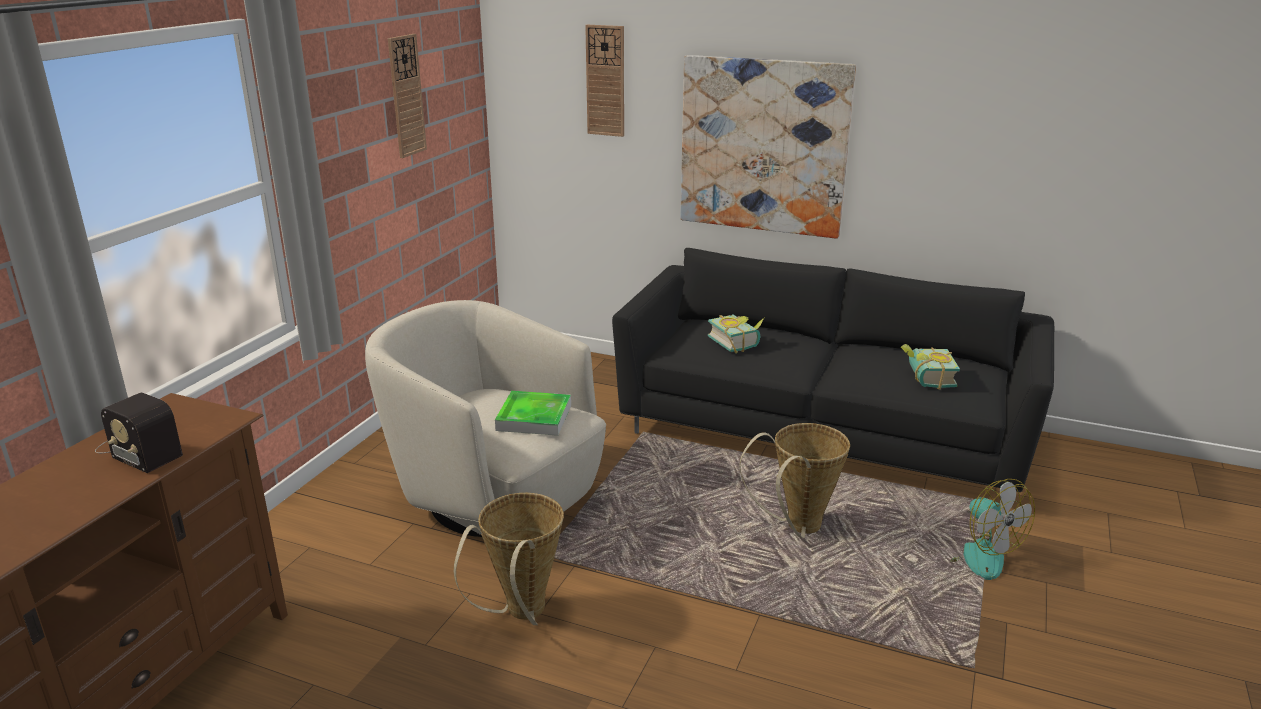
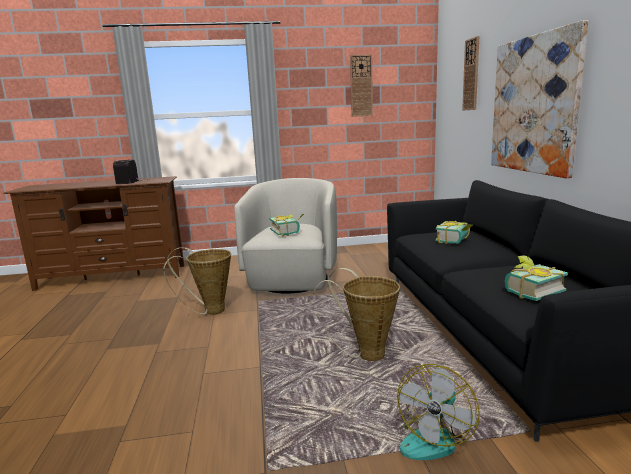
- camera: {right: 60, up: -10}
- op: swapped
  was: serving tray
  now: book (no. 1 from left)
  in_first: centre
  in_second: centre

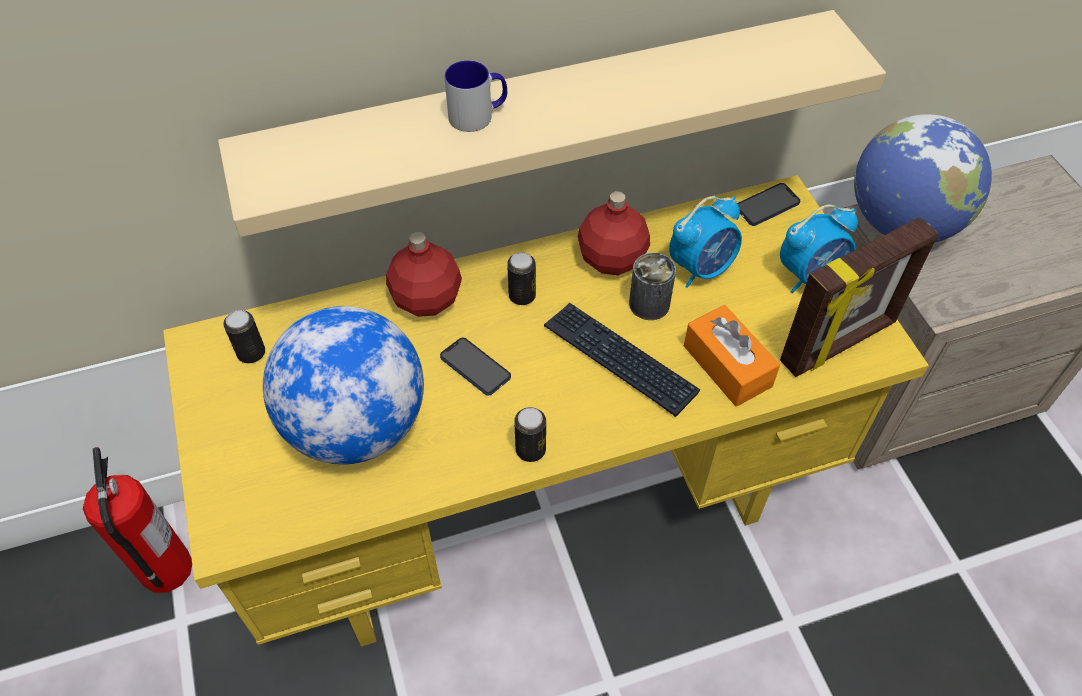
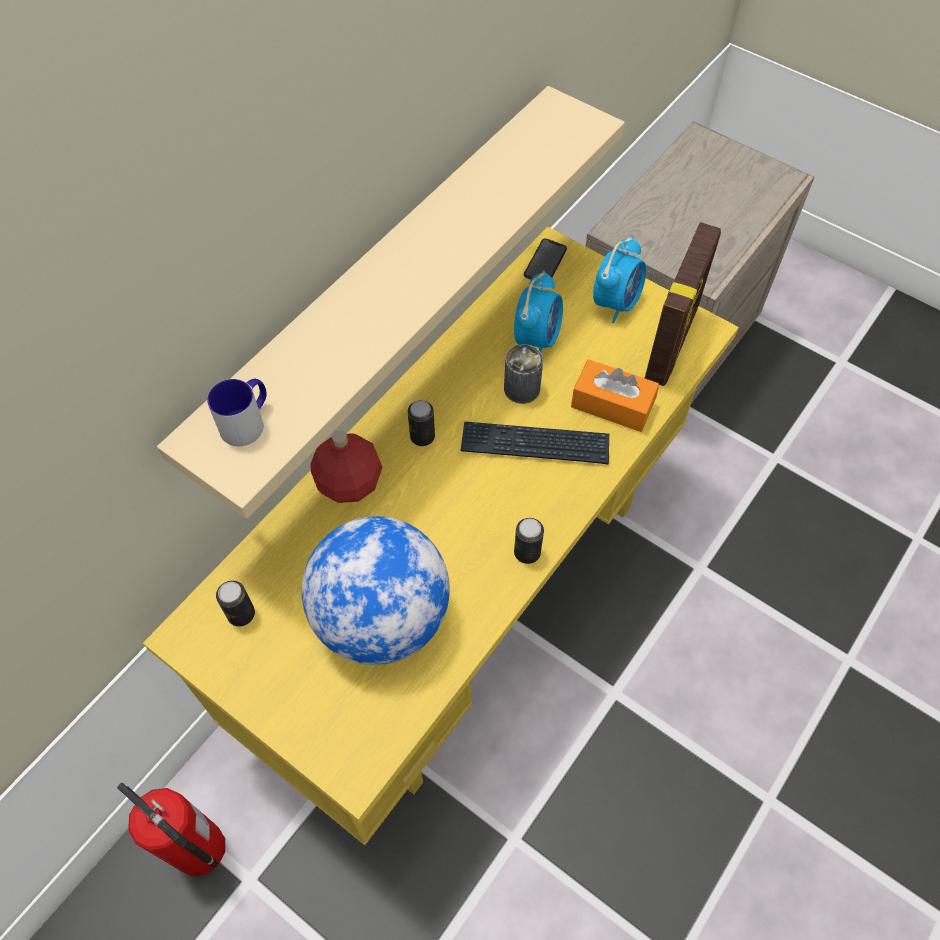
- camera: {right: -35, up: 5}
- op: shifted
  was: tea mug
  in_first: top centre
  in_second: middle left
- op: gone
  was: handset (no. 1 from left)
  in_first: centre
- op: gone
  was: red-coloured drink bottle (no. 2 from left)
  in_first: centre
- op: gone
  was: globe (no. 2 from left)
  in_first: top right

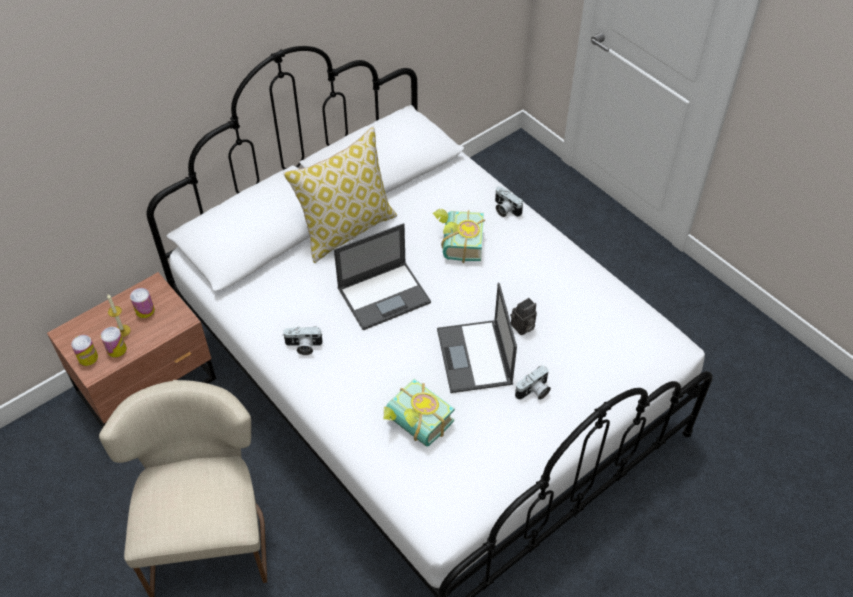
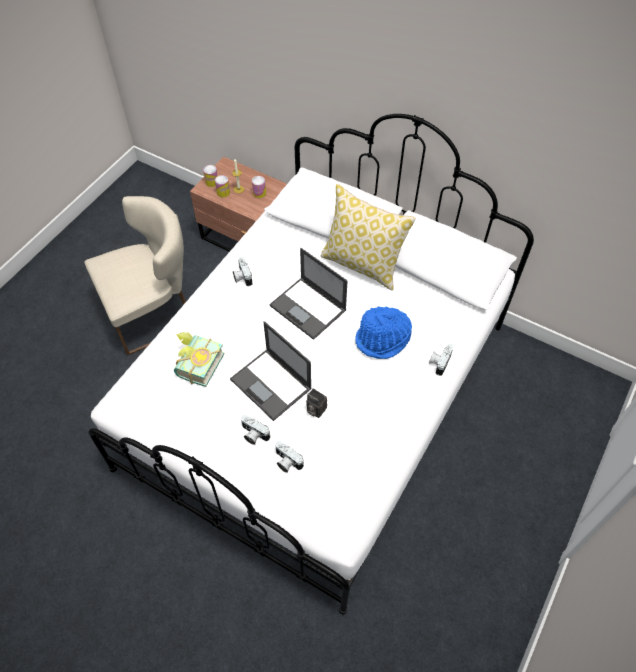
- camera: {right: 70, up: 5}
- op: rotated
  was: notebook computer (no. 2 from left in the first image)
  in_first: centre
  in_second: centre
  clockwise: -105
- op: new
  now: still camera (no. 3 from left)
  in_second: bottom centre
- op: swapped
  was: book (no. 2 from left)
  now: blue-coloured wearable hat
  in_first: centre
  in_second: centre

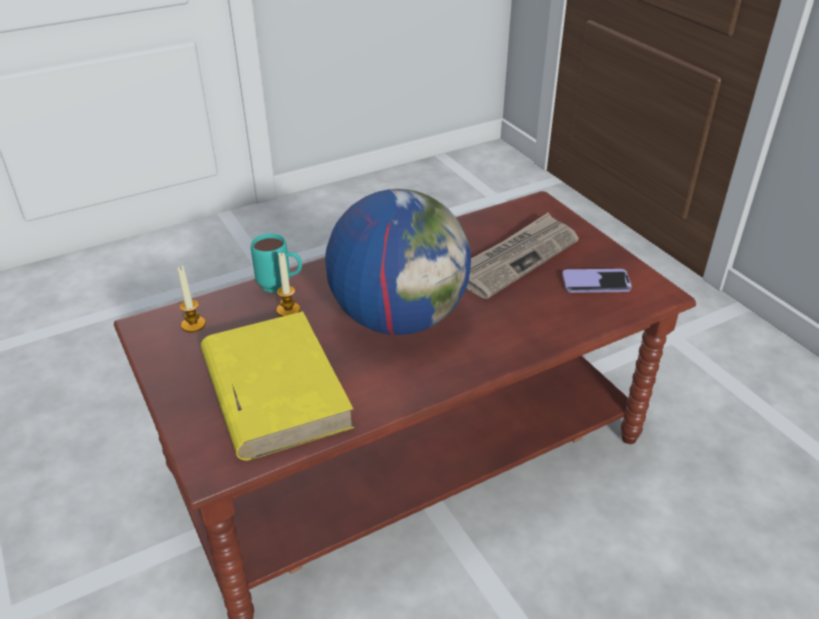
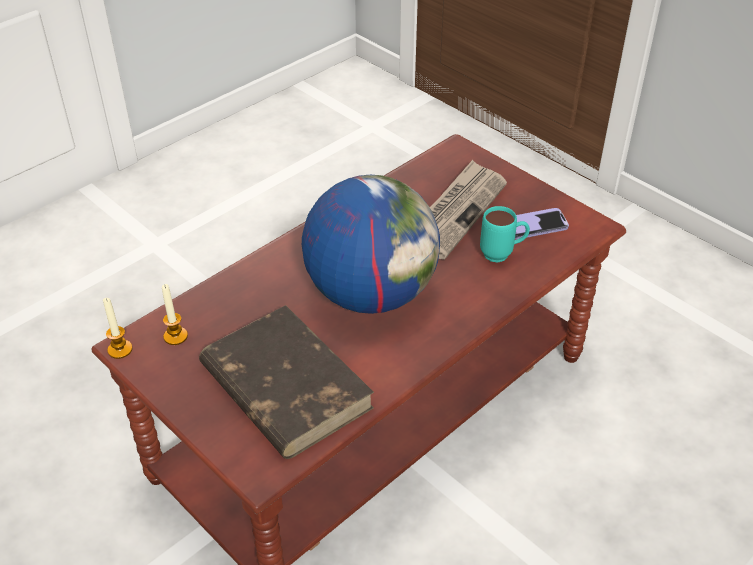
- camera: {right: -15, up: 5}
- op: shifted
  was: wax candle (no. 2 from left in the first image)
  now: wax candle (no. 1 from left)
  in_first: centre
  in_second: middle left
- op: repainted
  was: yellowish book
  now: brown book
  in_first: centre
  in_second: bottom centre
- op: shifted
  was: turquoise tea mug
  in_first: centre
  in_second: middle right

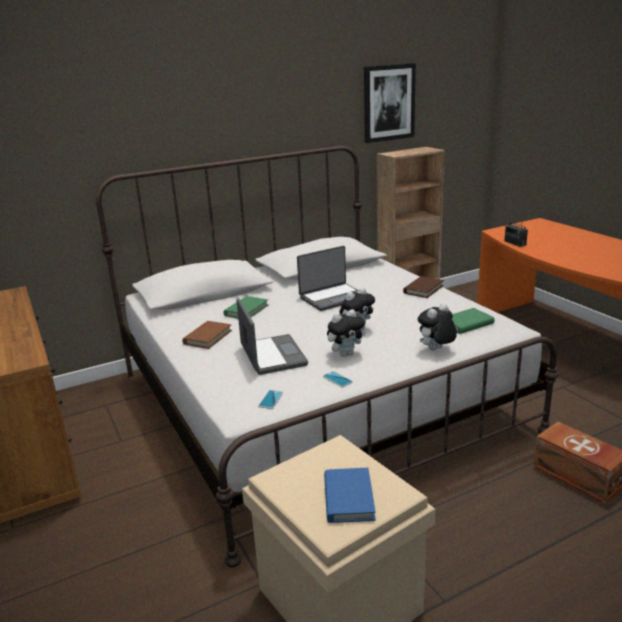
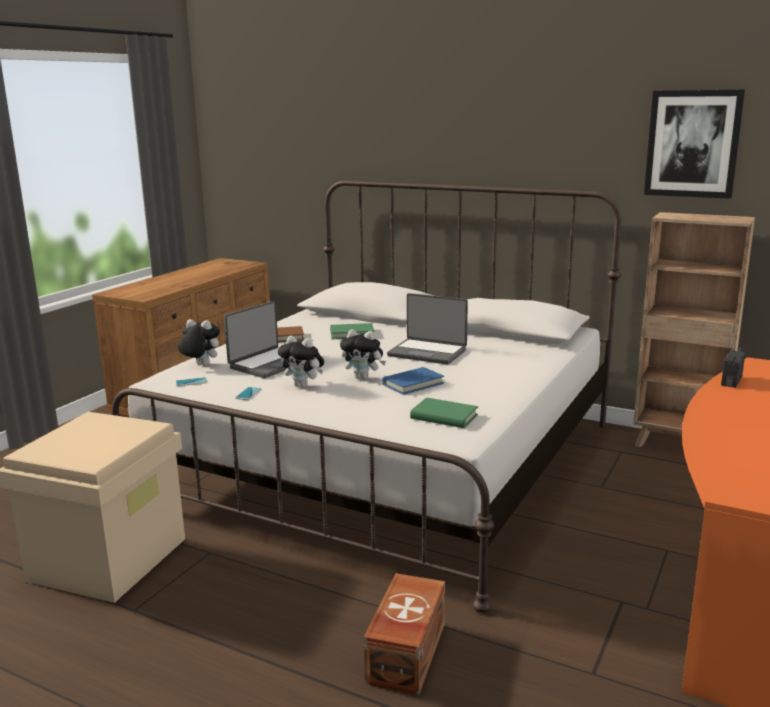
- camera: {right: 55, up: -5}
- op: shifted
  was: soft toy (no. 3 from left in the first image)
  now: soft toy (no. 1 from left)
  in_first: middle right
  in_second: middle left
- op: shifted
  was: blue-coloured book
  in_first: bottom centre
  in_second: centre
- op: gone
  was: brown book (no. 2 from left)
  in_first: middle right

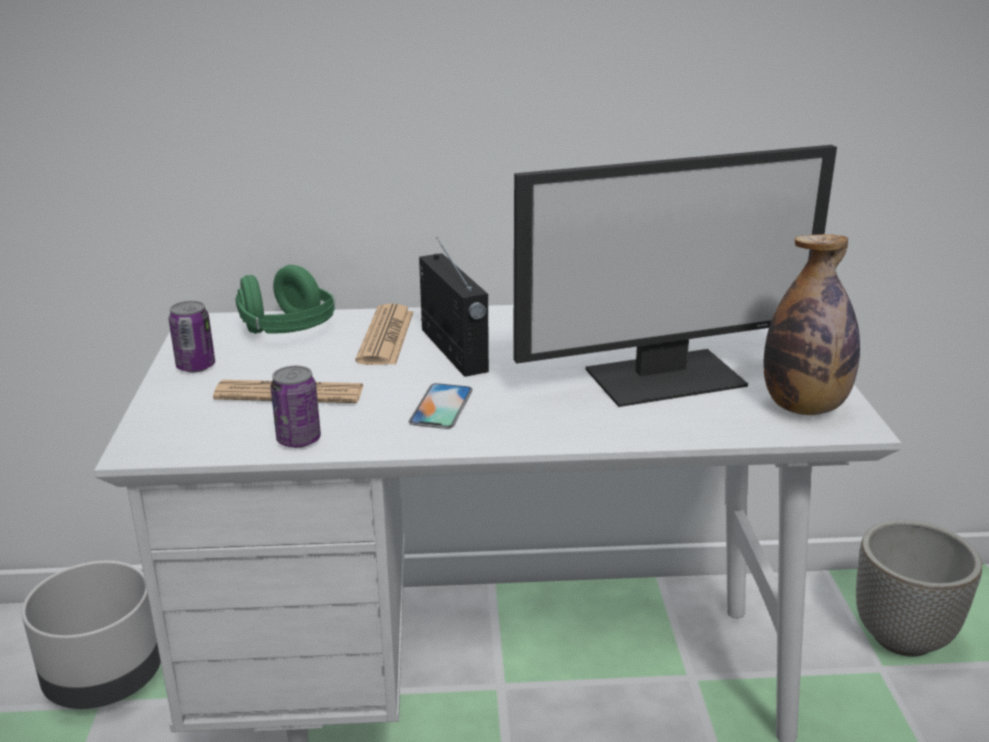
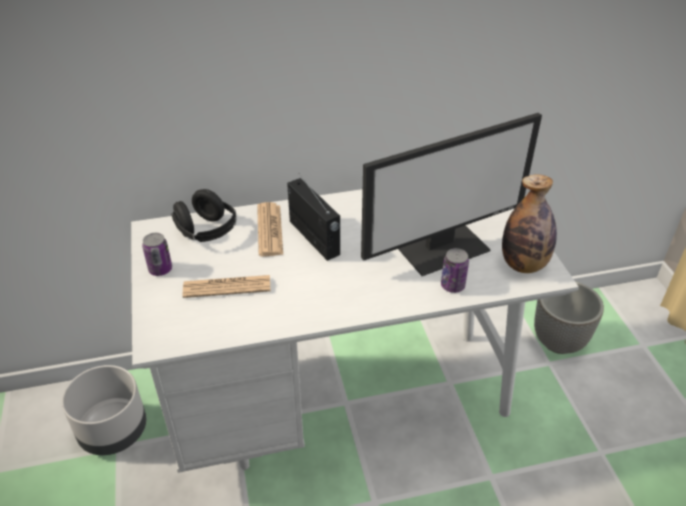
- camera: {right: -10, up: 15}
- op: repainted
  was: greenish headset
  now: black headset
  in_first: middle left
  in_second: middle left
- op: shifted
  was: metal can (no. 2 from left)
  in_first: middle left
  in_second: centre
- op: gone
  was: handset
  in_first: centre

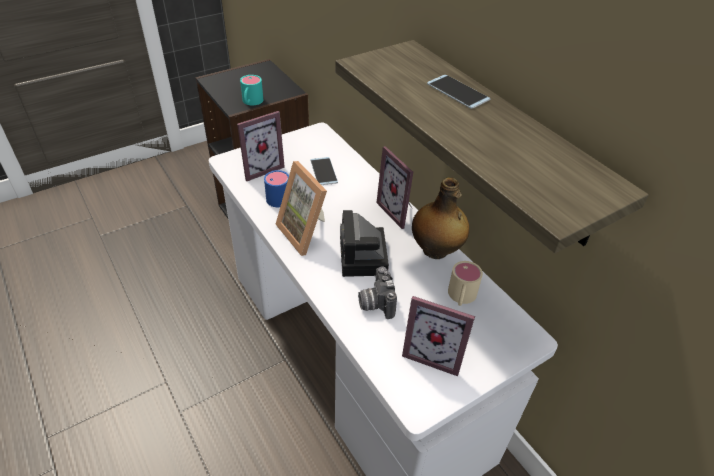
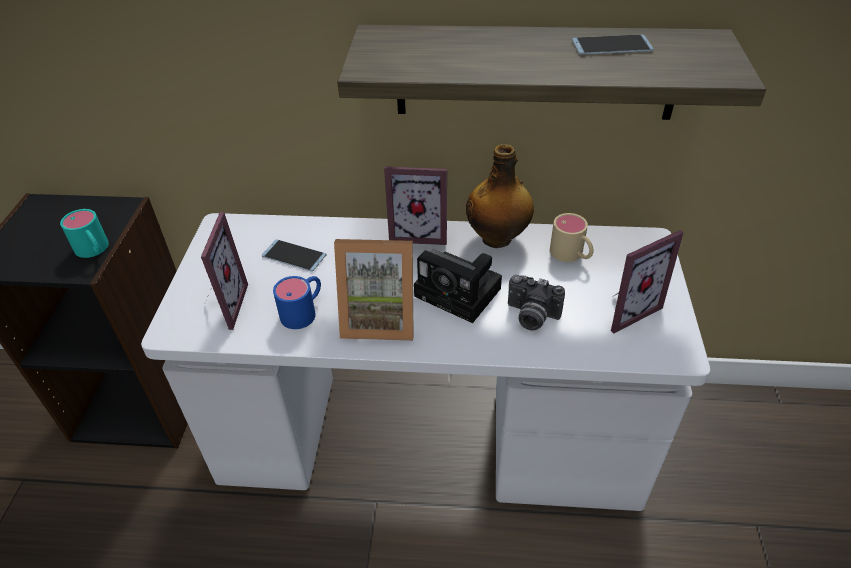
- camera: {right: -50, up: 0}
- op: shifted
  was: handset (no. 2 from left)
  in_first: top centre
  in_second: top right

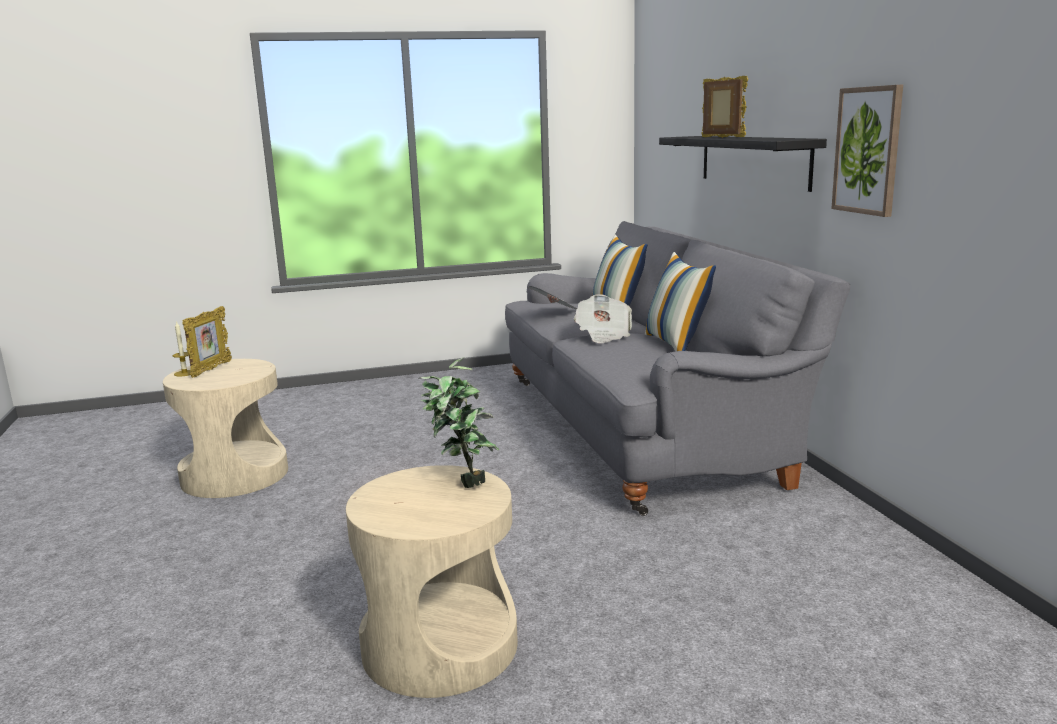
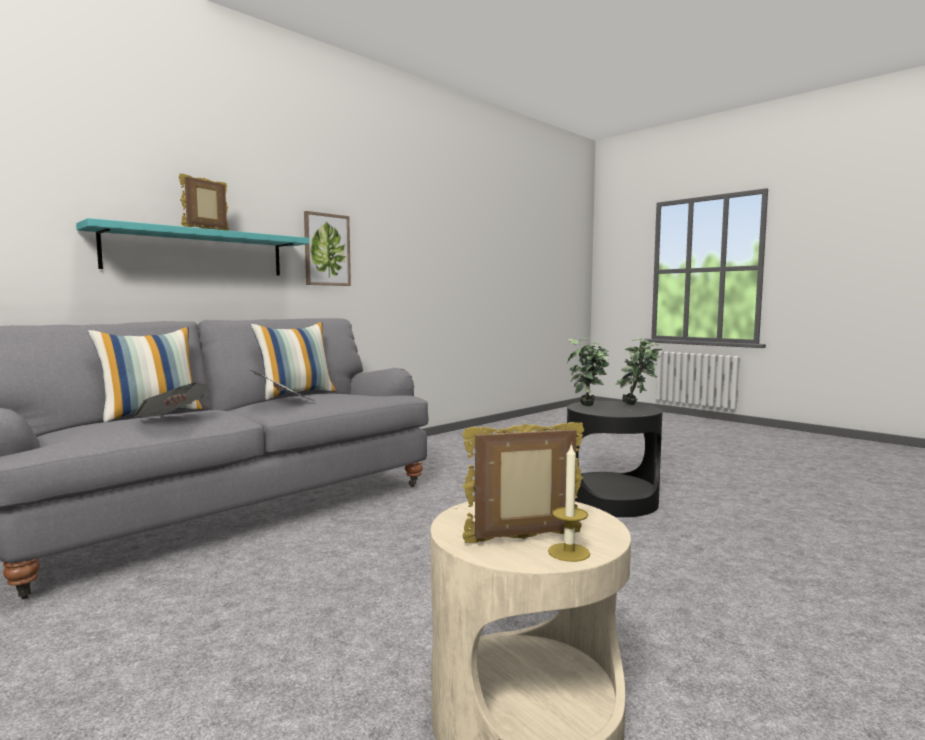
- camera: {right: -120, up: -10}
- op: repainted
  was: black bracket shelf
  now: turquoise bracket shelf
  in_first: top right
  in_second: middle left
- op: repainted
  was: sand-coloured end table (no. 2 from left)
  now: black end table
  in_first: bottom centre
  in_second: centre
- op: new
  now: potted plant (no. 2 from left)
  in_second: middle right

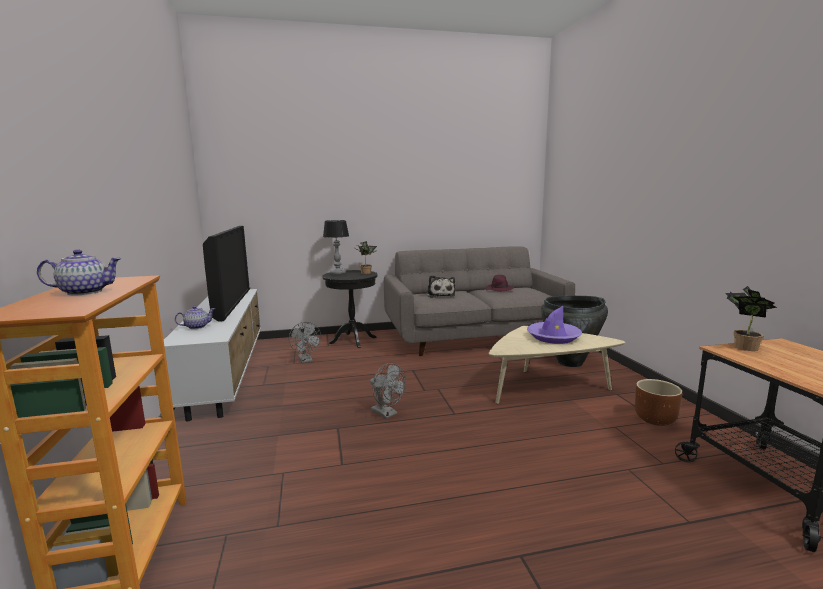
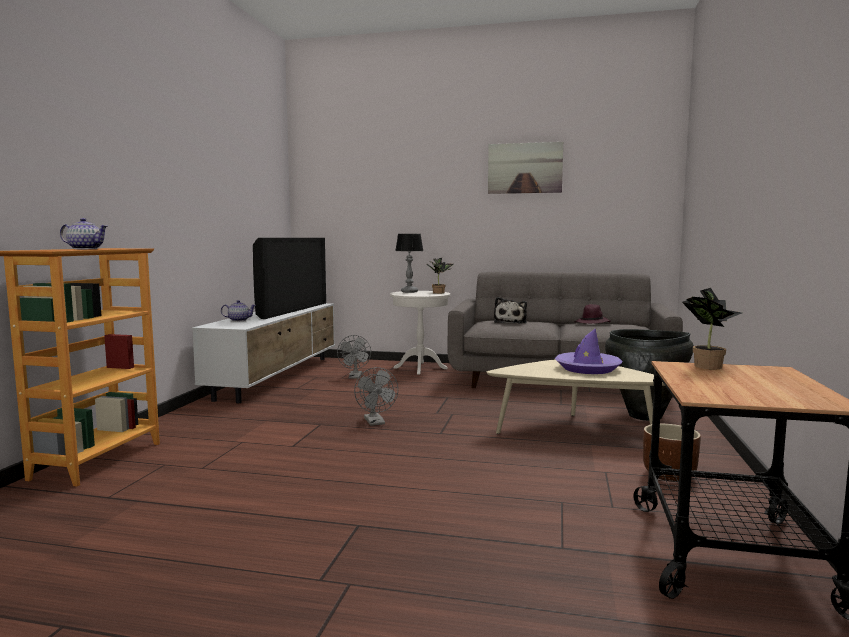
- camera: {right: 25, up: -5}
- op: repainted
  was: black end table
  now: whitish end table
  in_first: centre
  in_second: centre
- op: new
  now: wall picture
  in_second: top centre

